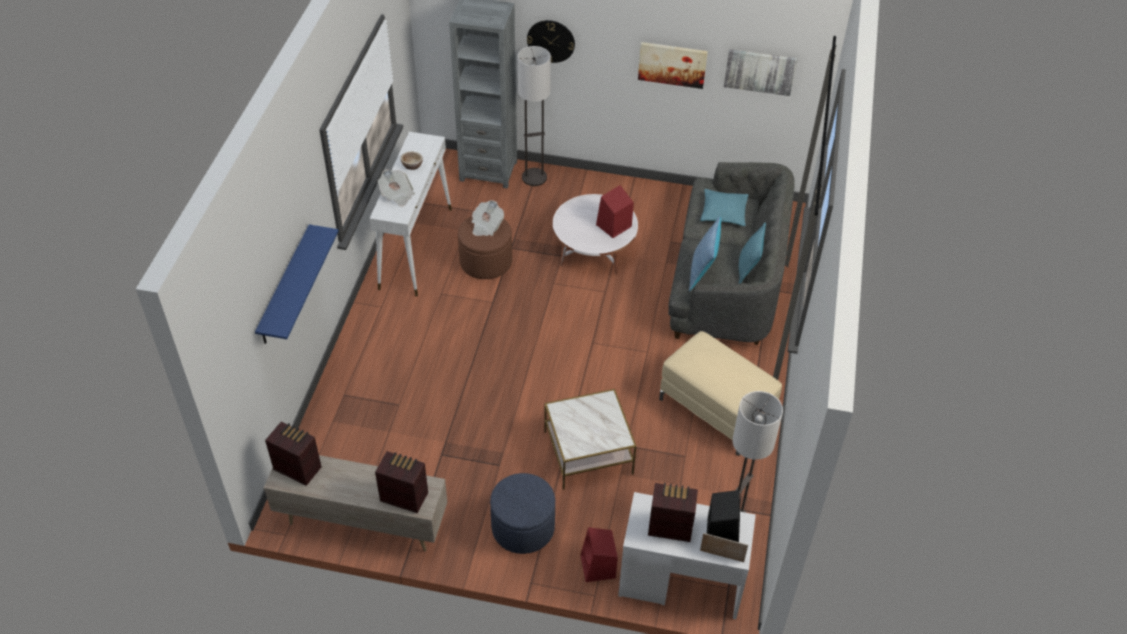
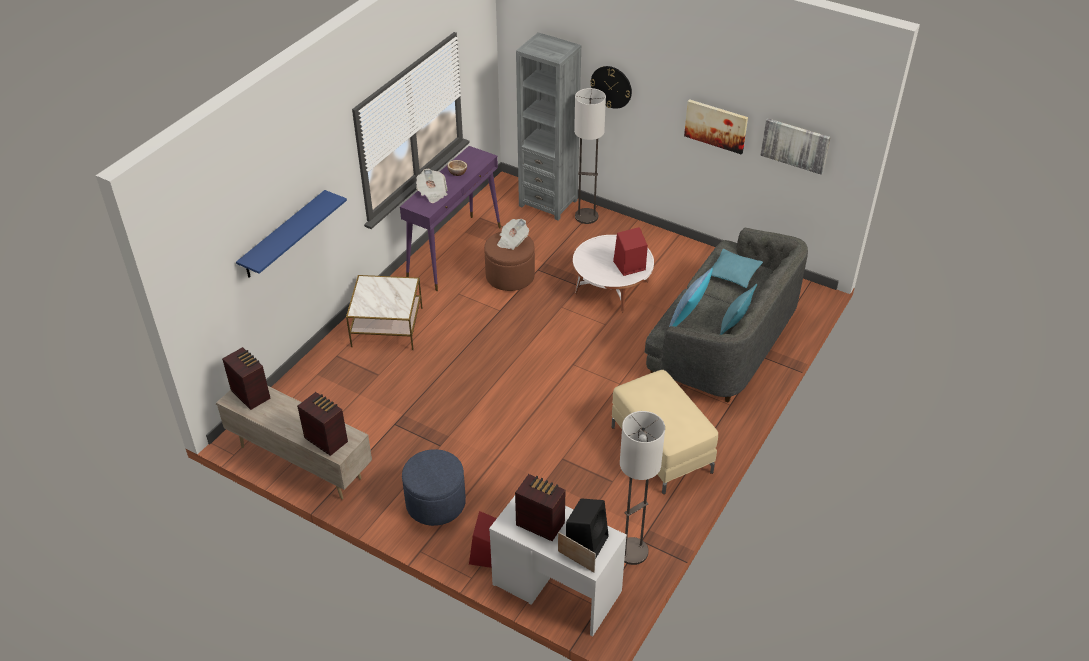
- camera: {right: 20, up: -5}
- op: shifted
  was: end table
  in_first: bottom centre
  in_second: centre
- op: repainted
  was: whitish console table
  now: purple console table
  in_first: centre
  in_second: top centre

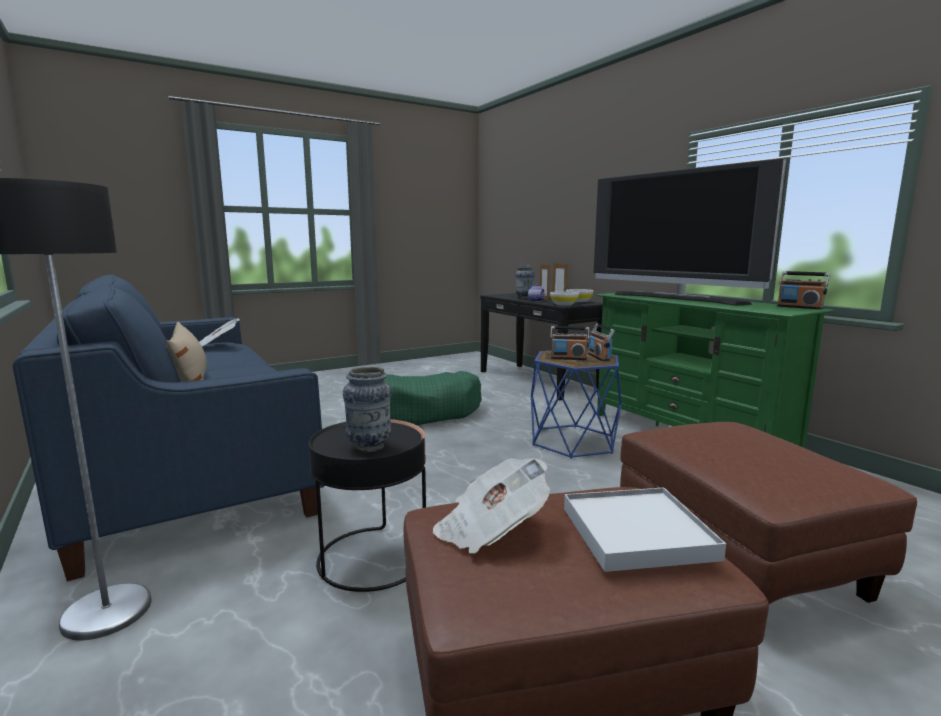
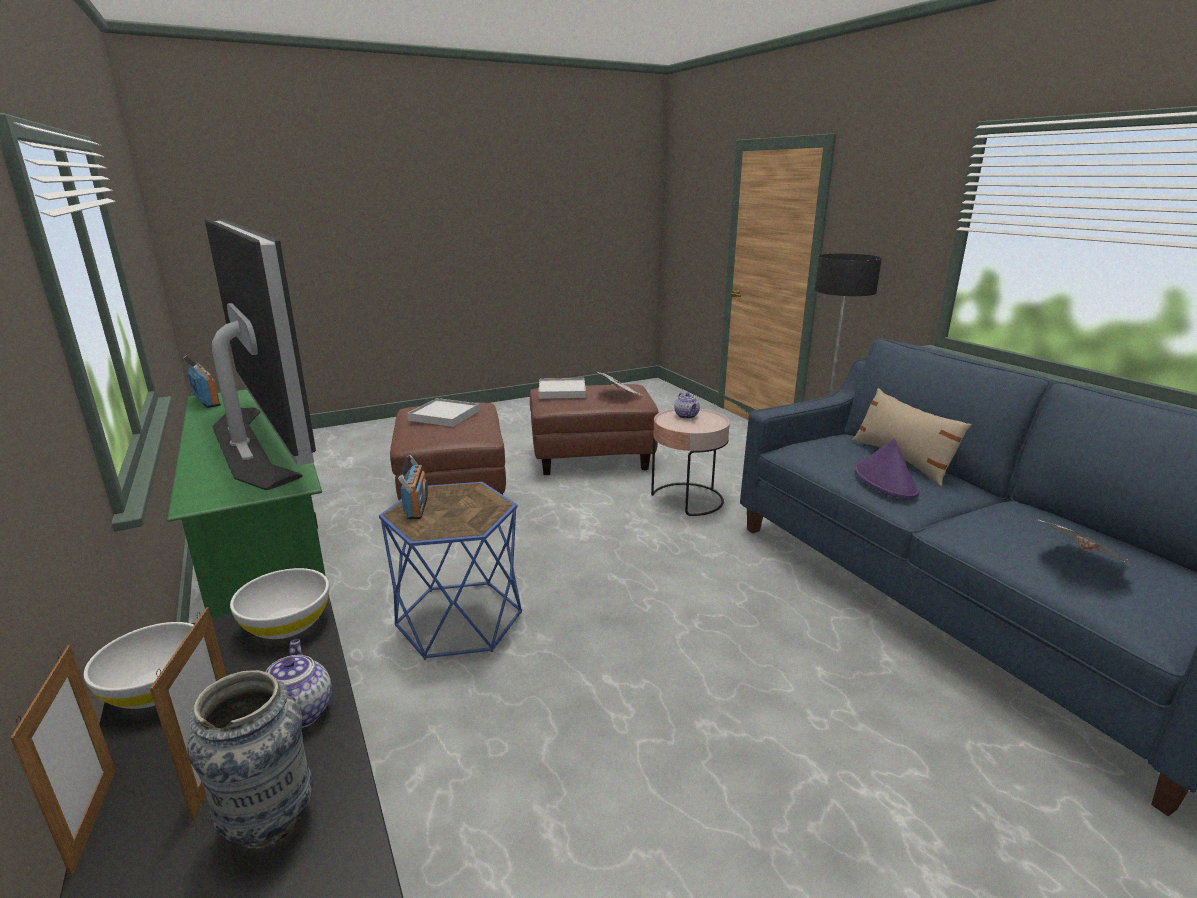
- camera: {right: -175, up: 10}
- op: new
  now: whitish serving tray (no. 1 from left)
  in_second: centre
- op: repainted
  was: black end table
  now: pink end table
  in_first: bottom centre
  in_second: centre
- op: swapped
  was: vase (no. 1 from left)
  now: pot for tea (no. 2 from left)
  in_first: centre
  in_second: centre
- op: new
  now: purple wearable hat
  in_second: middle right
- op: gone
  was: greenish dog cushion
  in_first: centre
- op: gone
  was: radio (no. 1 from left)
  in_first: centre

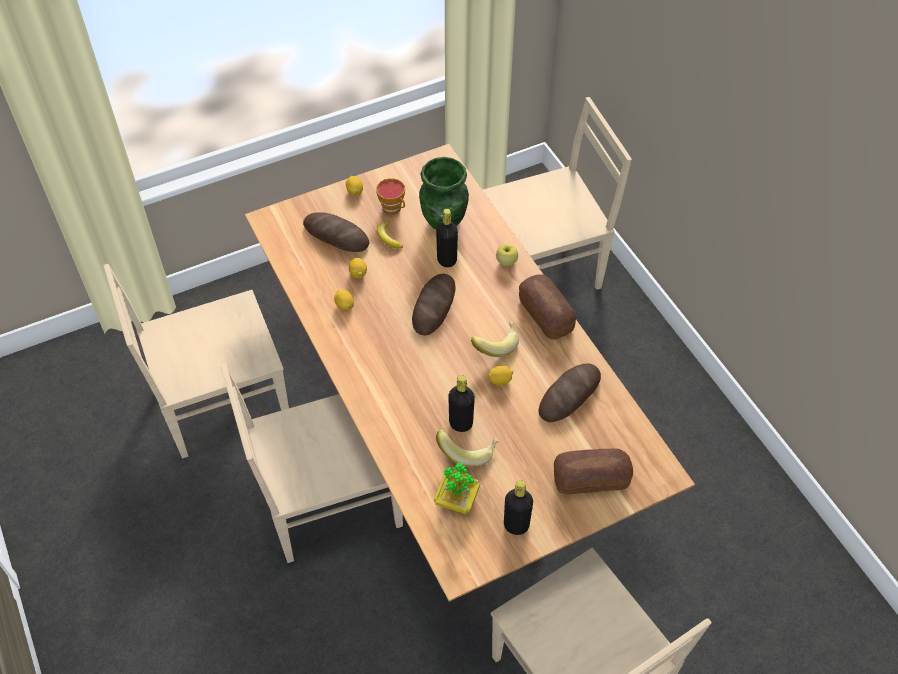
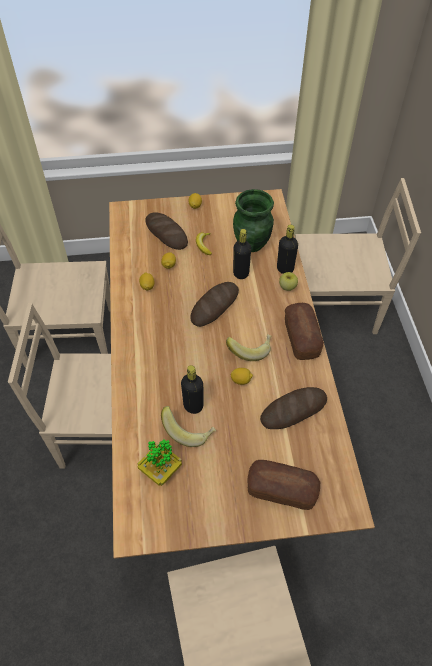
- camera: {right: 20, up: 0}
- op: shifted
  was: black drink bottle (no. 3 from left)
  in_first: bottom centre
  in_second: centre
- op: gone
  was: small cup
  in_first: top centre

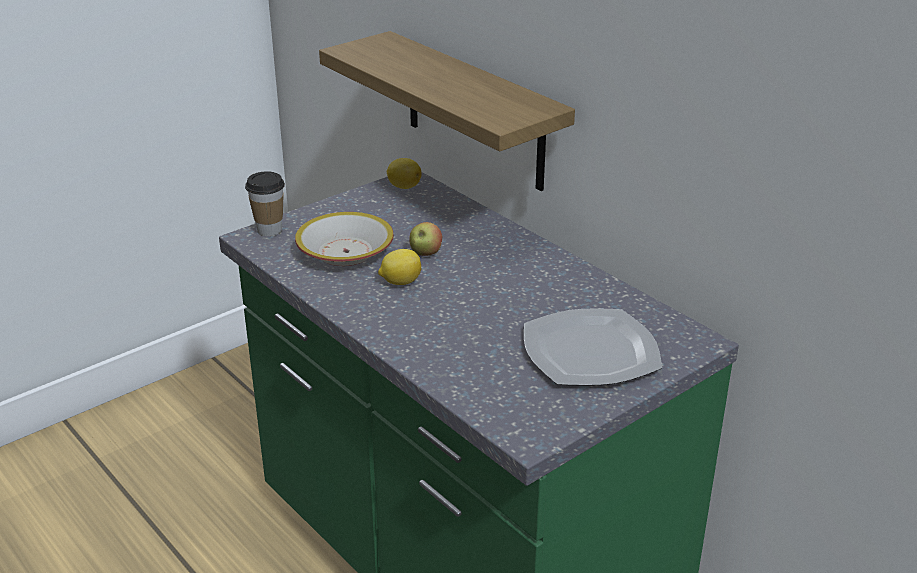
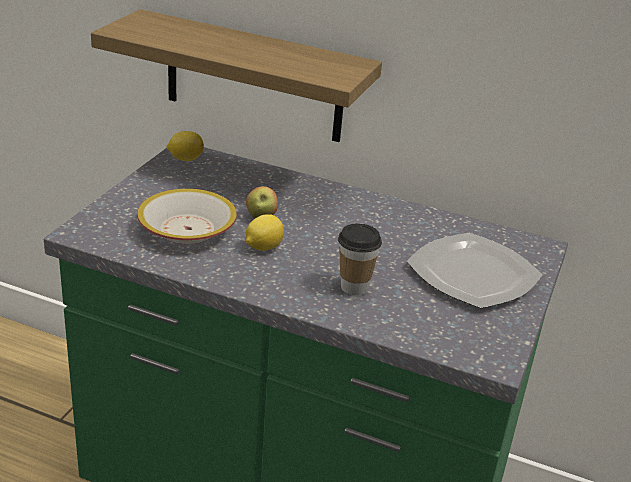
- camera: {right: -30, up: 0}
- op: shifted
  was: small cup
  in_first: middle left
  in_second: centre

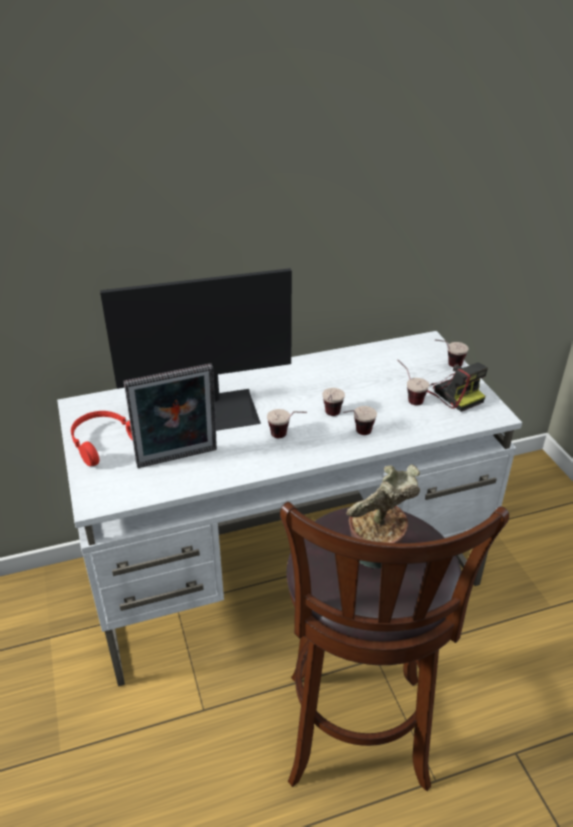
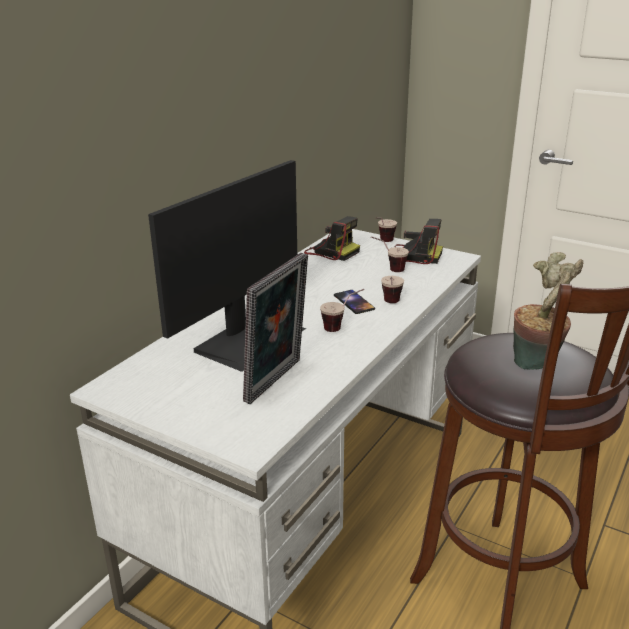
- camera: {right: -40, up: -10}
- op: new
  now: still camera (no. 1 from left)
  in_second: centre
- op: swapped
  was: small cup (no. 2 from left)
  now: handset
  in_first: centre
  in_second: centre
- op: gone
  was: red-coloured headset
  in_first: middle left

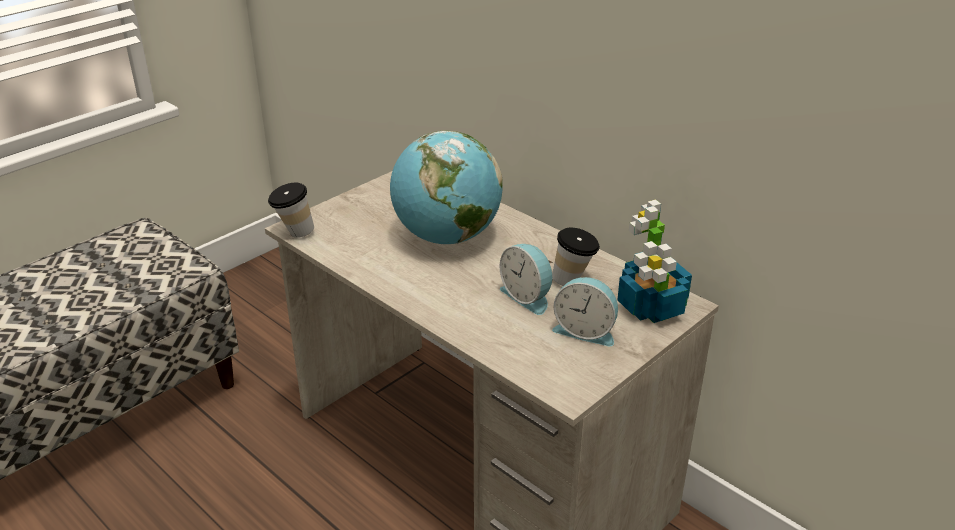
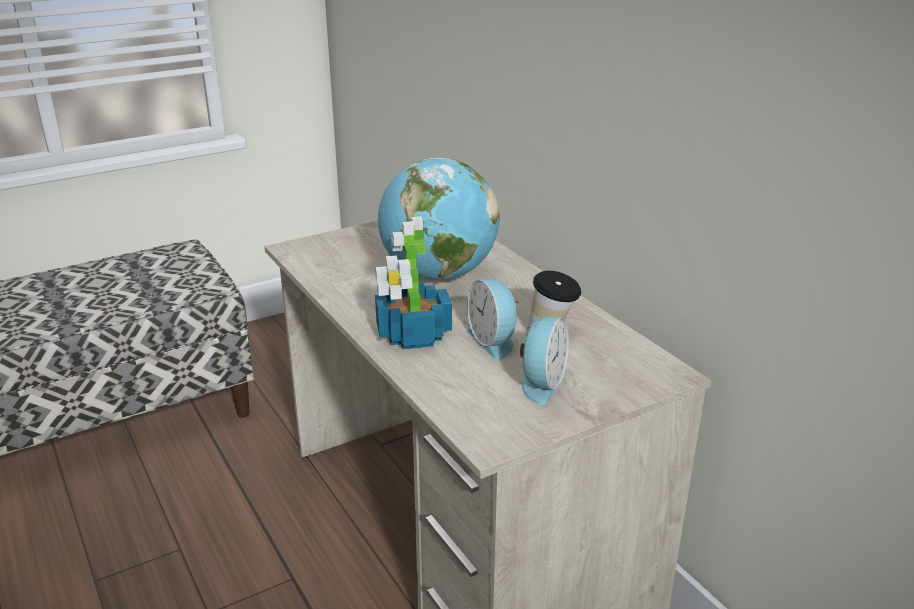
- camera: {right: 15, up: -5}
- op: shifted
  was: potted plant
  in_first: middle right
  in_second: centre
- op: rotated
  was: table clock (no. 2 from left)
  in_first: centre
  in_second: centre
  clockwise: -105
- op: gone
  was: small cup (no. 1 from left)
  in_first: middle left

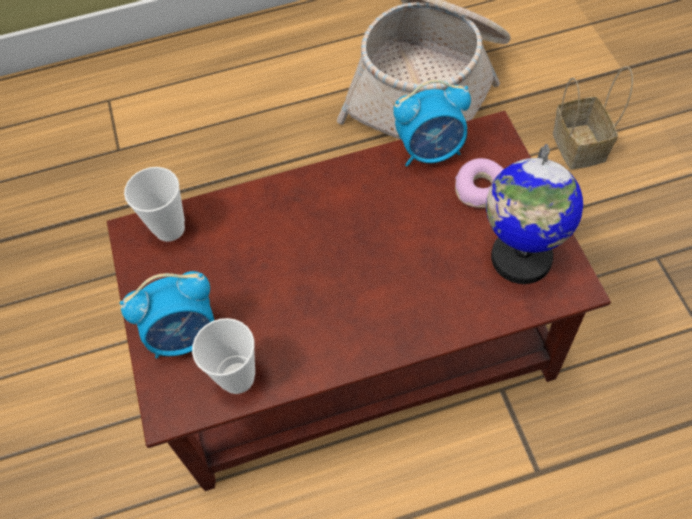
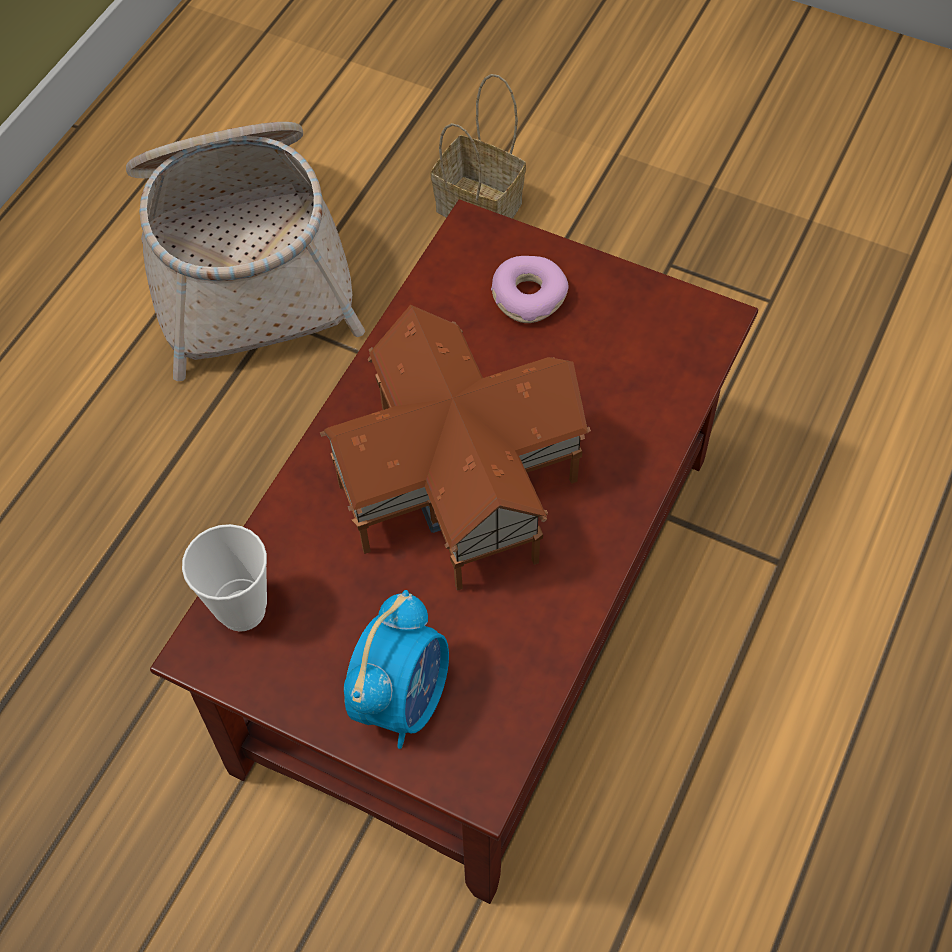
- camera: {right: -50, up: 0}
- op: new
  now: miniature house
  in_second: centre
- op: gone
  was: small cup (no. 2 from left)
  in_first: bottom left
- op: gone
  was: table clock (no. 2 from left)
  in_first: top centre
- op: gone
  was: globe
  in_first: middle right

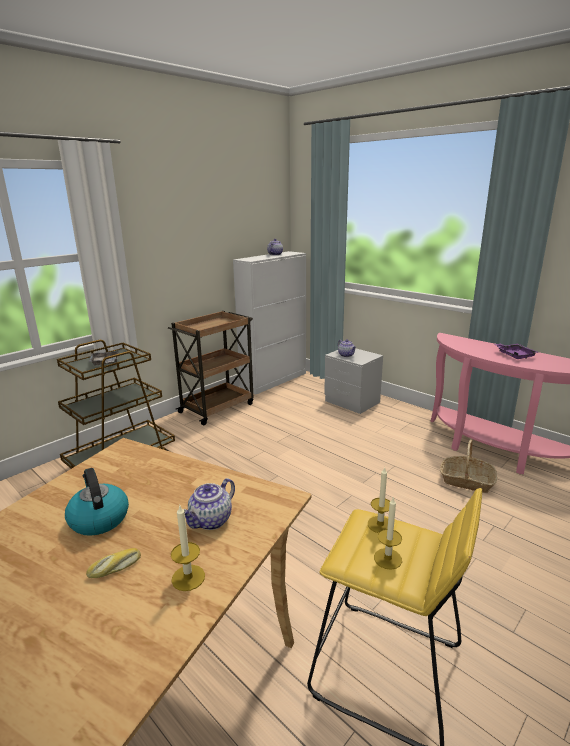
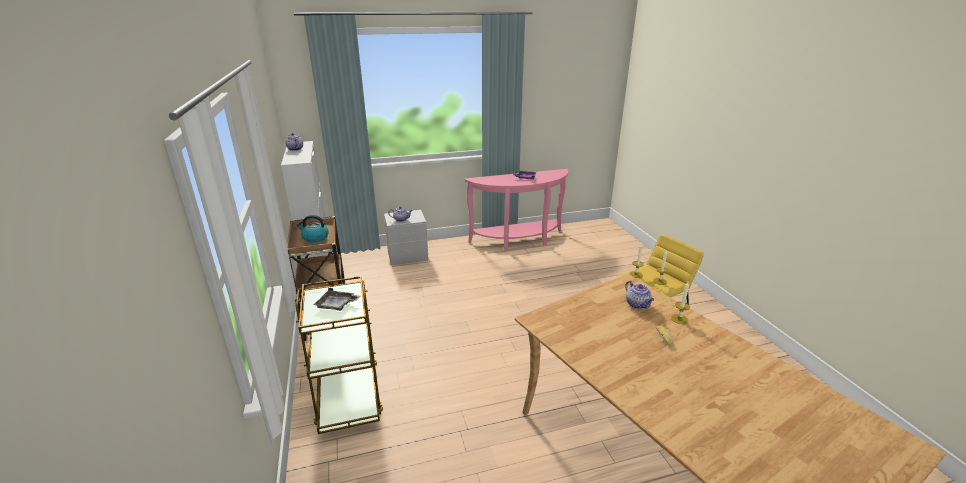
- camera: {right: -60, up: 5}
- op: shifted
  was: tea kettle
  in_first: bottom left
  in_second: middle left
- op: gone
  was: basket
  in_first: middle right

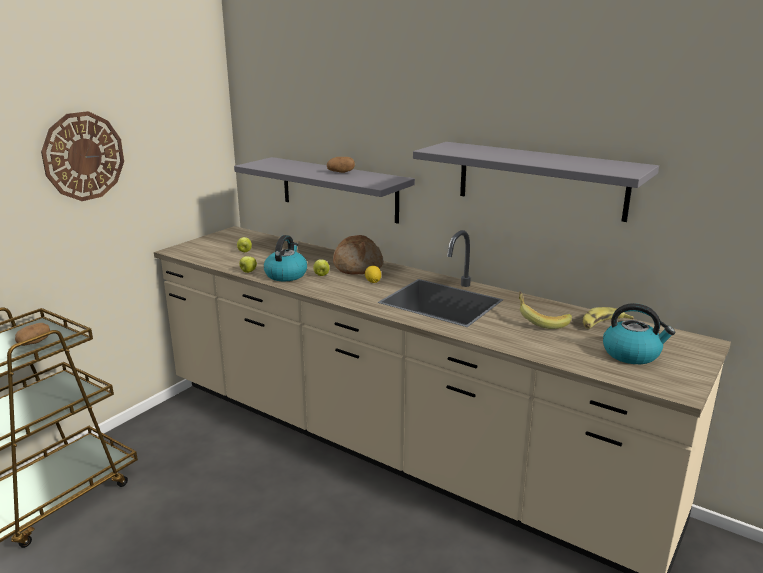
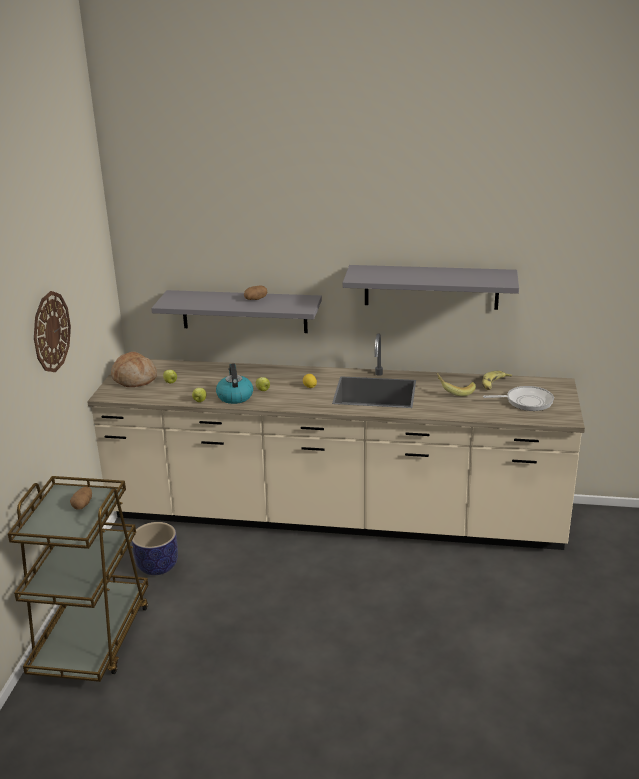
- camera: {right: -25, up: 5}
- op: shifted
  was: bakery bread
  in_first: centre
  in_second: middle left
- op: new
  now: planter
  in_second: bottom left
- op: swapped
  was: tea kettle (no. 2 from left)
  now: pan
  in_first: middle right
  in_second: middle right

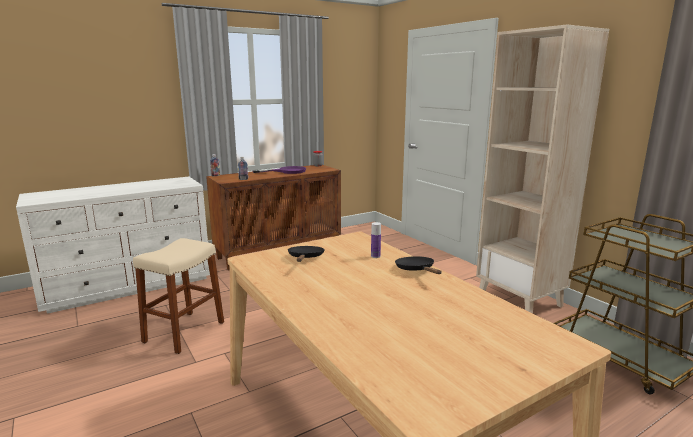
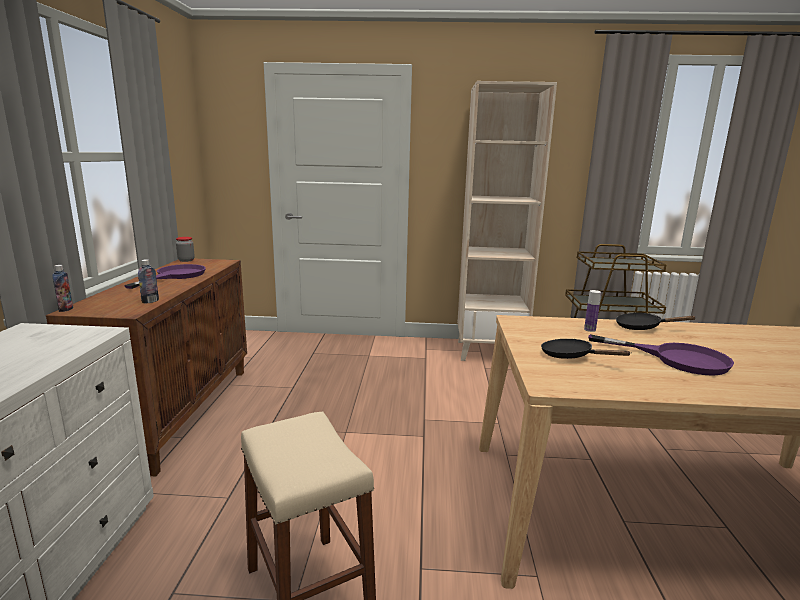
- camera: {right: -55, up: 0}
- op: new
  now: purple pan (no. 2 from left)
  in_second: middle right

